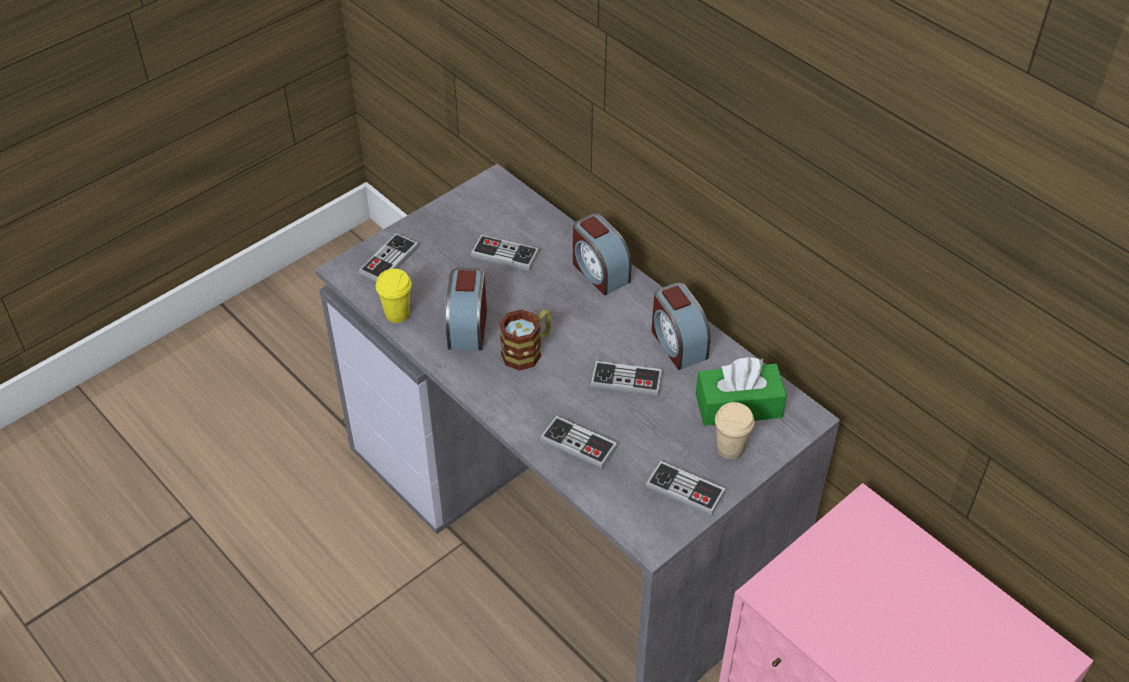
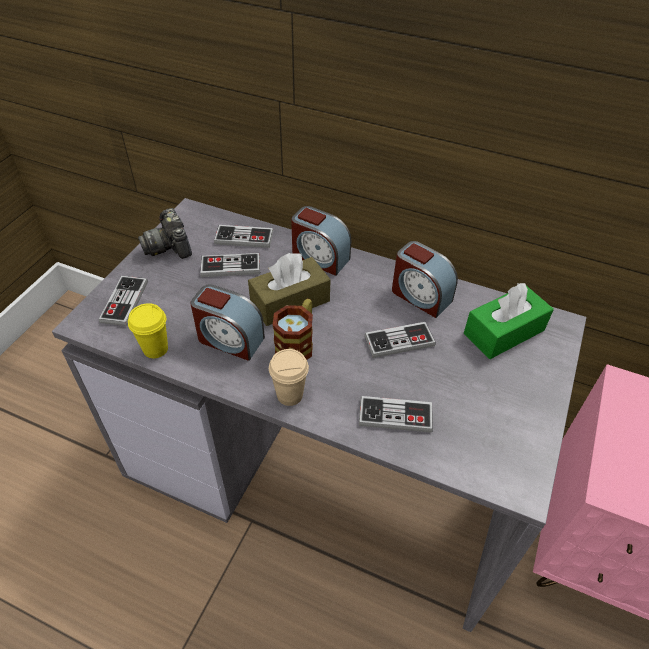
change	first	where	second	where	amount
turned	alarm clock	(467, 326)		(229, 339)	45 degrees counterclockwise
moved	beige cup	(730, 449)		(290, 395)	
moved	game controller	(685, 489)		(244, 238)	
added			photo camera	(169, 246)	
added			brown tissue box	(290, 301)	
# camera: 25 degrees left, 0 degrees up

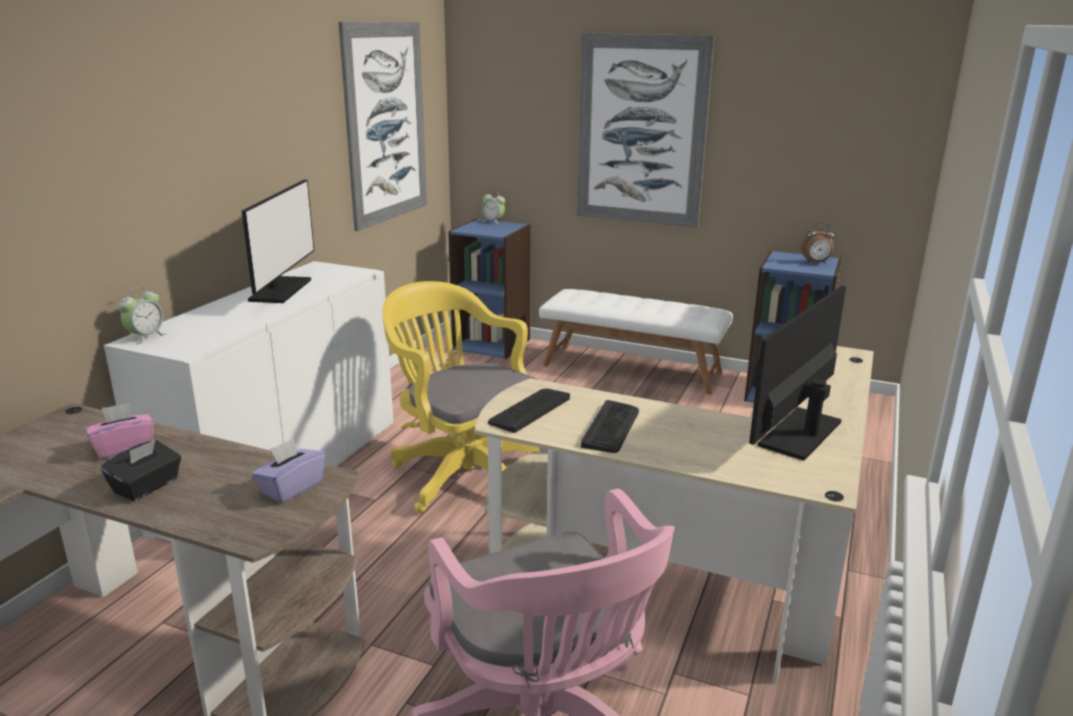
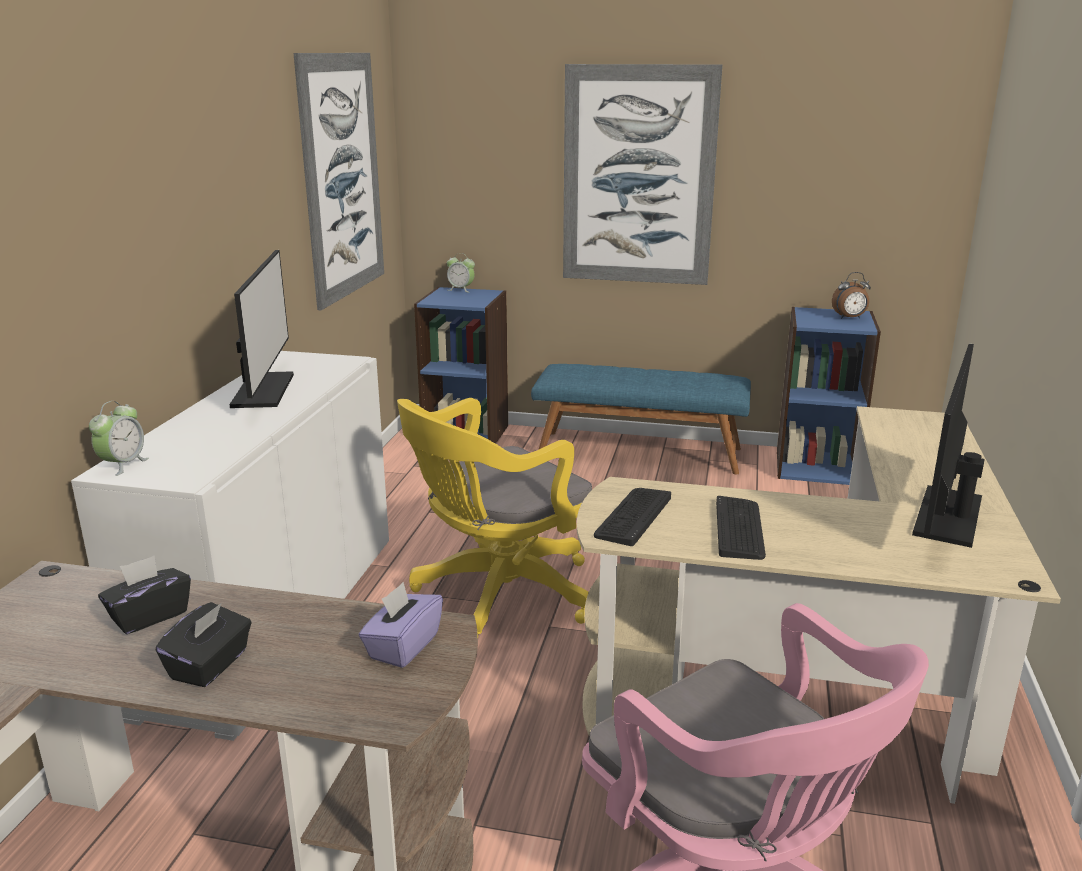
change	first	where	second	where	amount
turned	yellow office chair	(463, 473)		(497, 595)	75 degrees counterclockwise
recoloured	white bench	(632, 369)	blue bench	(639, 451)	
recoloured	pink tissue box	(124, 448)	black tissue box	(149, 616)	
# camera: 10 degrees left, 0 degrees up

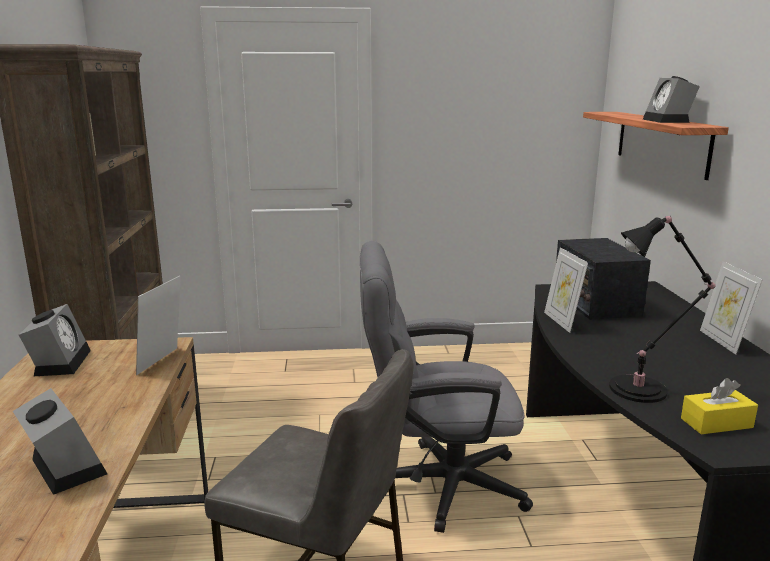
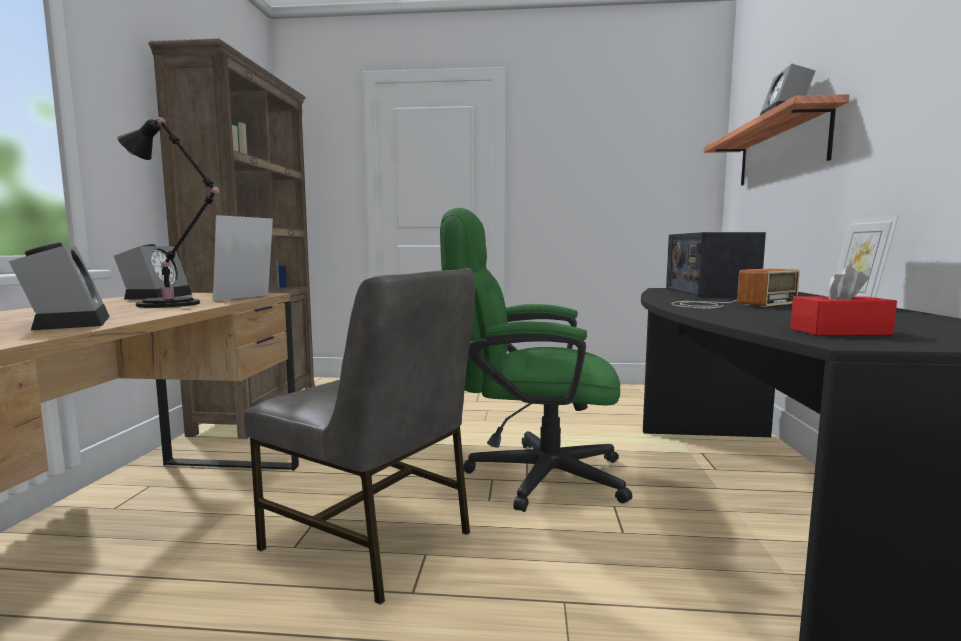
change	first	where	second	where	amount
moved	black table lamp	(642, 389)		(173, 304)	
recoloured	grey office chair	(436, 484)	green office chair	(530, 474)	
removed	picture frame	(562, 321)			
recoloured	yellow tissue box	(716, 423)	red tissue box	(839, 332)	
added			radio	(728, 304)	
# camera: 10 degrees right, 10 degrees down

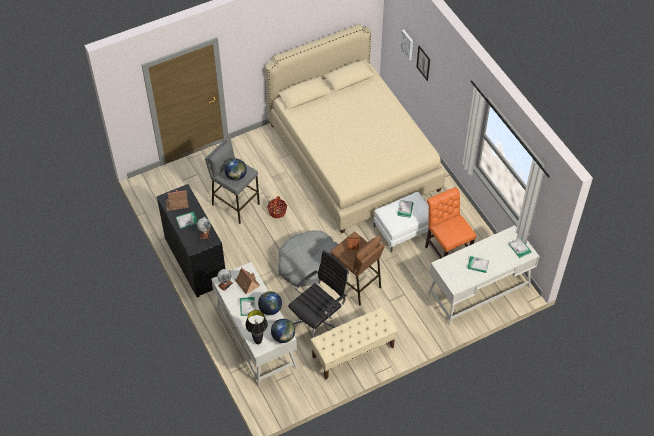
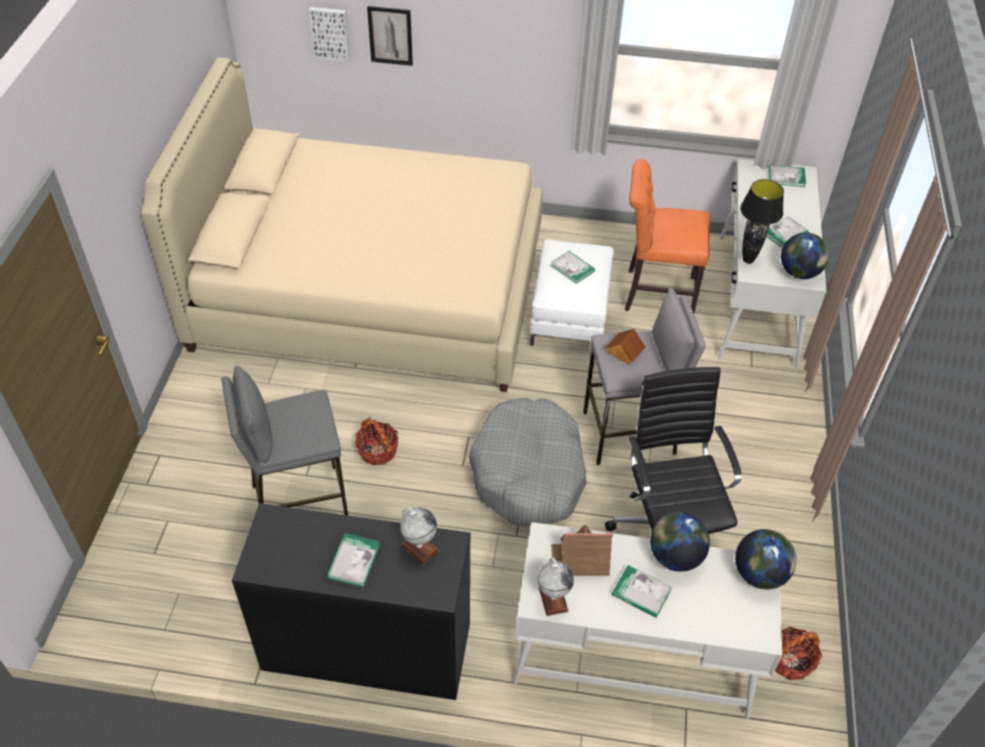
change	first	where	second	where	amount
moved	globe	(236, 176)		(799, 272)	
removed	toy house	(177, 203)			
recoloured	brown stool	(356, 285)	grey stool	(629, 434)	
removed	beige bench	(353, 352)			
moved	black table lamp	(258, 342)		(748, 260)	
added			basket	(790, 660)	
# camera: 55 degrees left, 5 degrees down

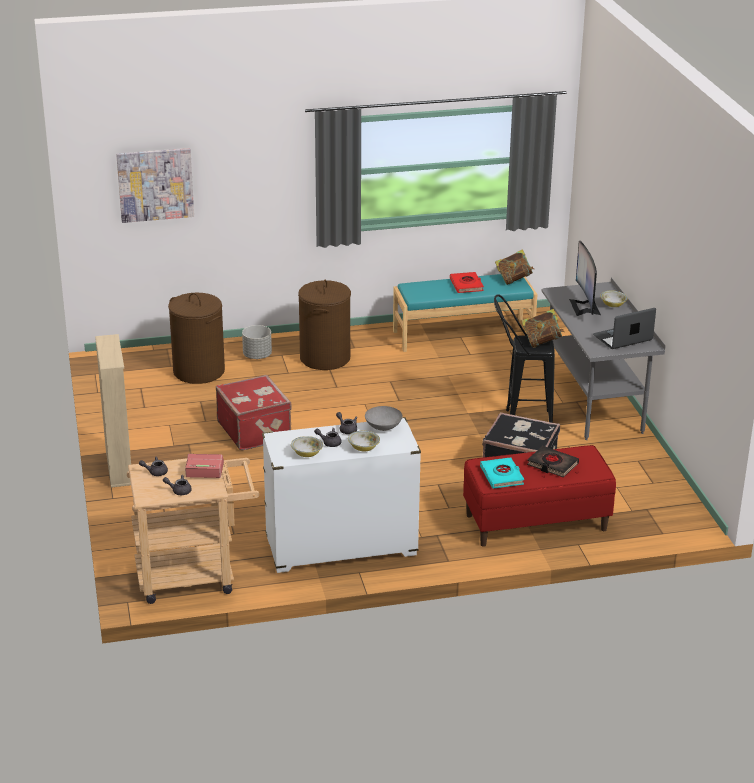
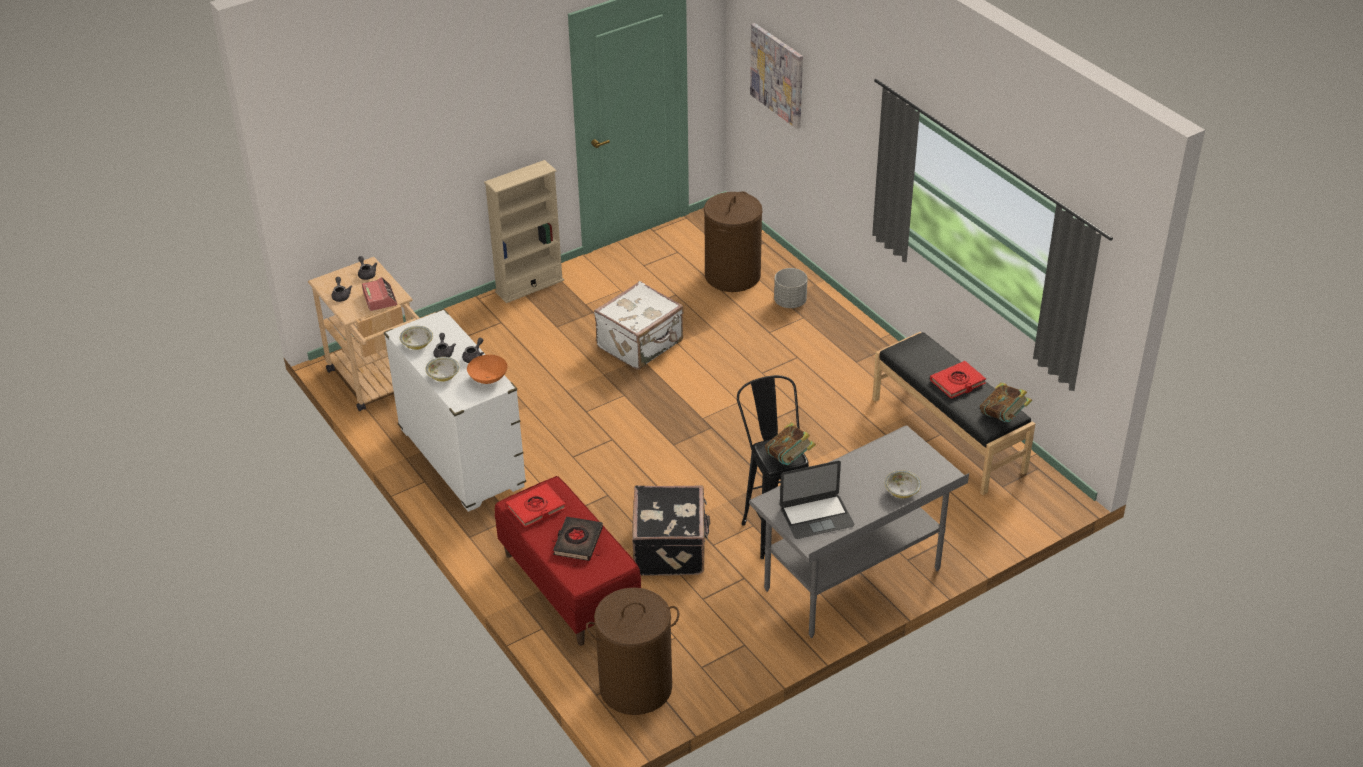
change	first	where	second	where	amount
removed	monitor	(585, 307)			
recoloured	turquoise bench	(463, 334)	black bench	(948, 434)	
moved	brown laundry basket	(325, 358)		(635, 687)	
turned	laptop	(622, 338)		(816, 516)	120 degrees clockwise
recoloured	red suitcase	(255, 430)	white suitcase	(641, 344)	
recoloured	grey bowl	(383, 427)	orange bowl	(489, 379)	
recoloured	turquoise book	(502, 476)	red book	(536, 508)	
# camera: 70 degrees right, 10 degrees up

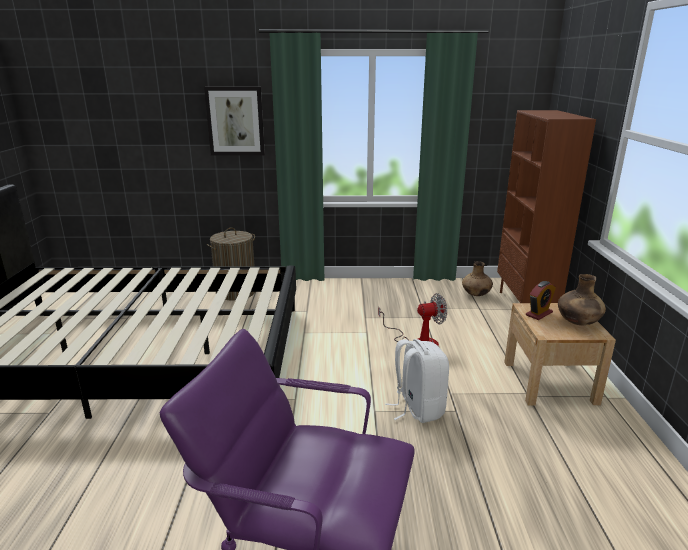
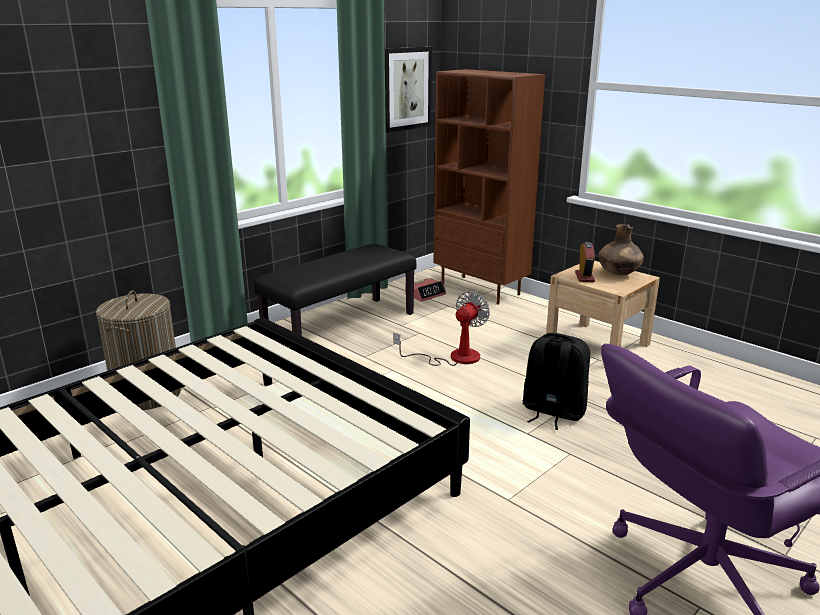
change	first	where	second	where	amount
moved	picture	(235, 121)		(406, 89)	
replaced	brown vase	(476, 294)	alarm clock	(425, 294)	
recoloured	white backpack	(417, 408)	black backpack	(552, 412)	
added			black bench	(340, 327)	
# camera: 45 degrees left, 0 degrees up

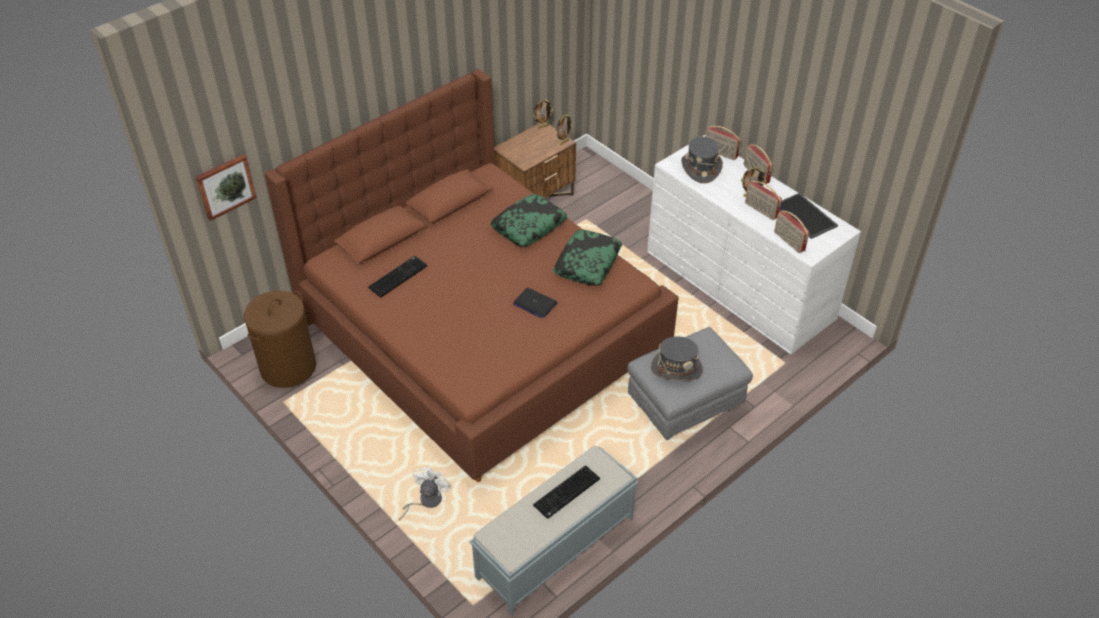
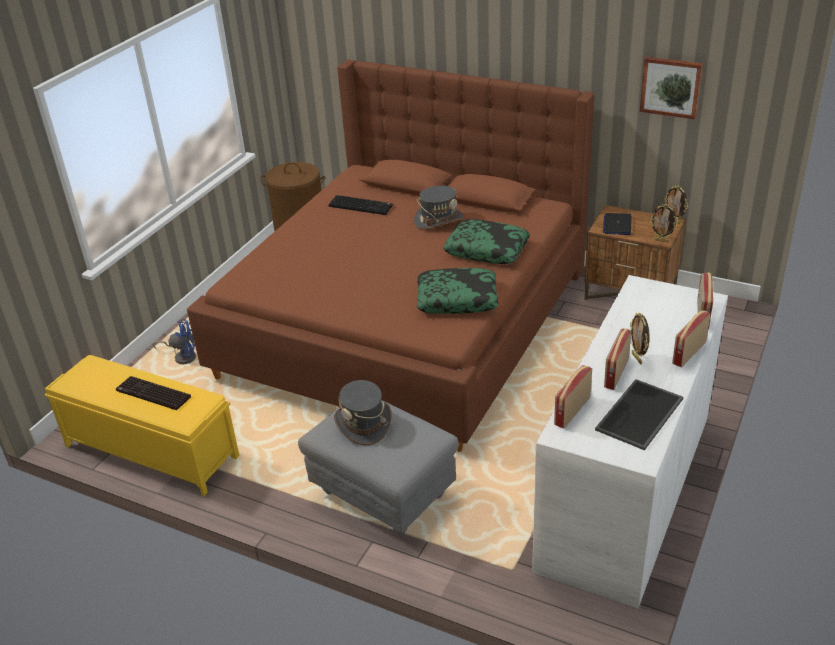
change	first	where	second	where	amount
moved	grey hat	(700, 168)		(438, 220)	
moved	picture	(225, 186)		(671, 87)	
moved	laptop	(535, 304)		(617, 225)	
recoloured	grey bench	(554, 548)	yellow bench	(150, 451)	
recoloured	white fan	(426, 501)	blue fan	(182, 356)	
# camera: 70 degrees right, 10 degrees down

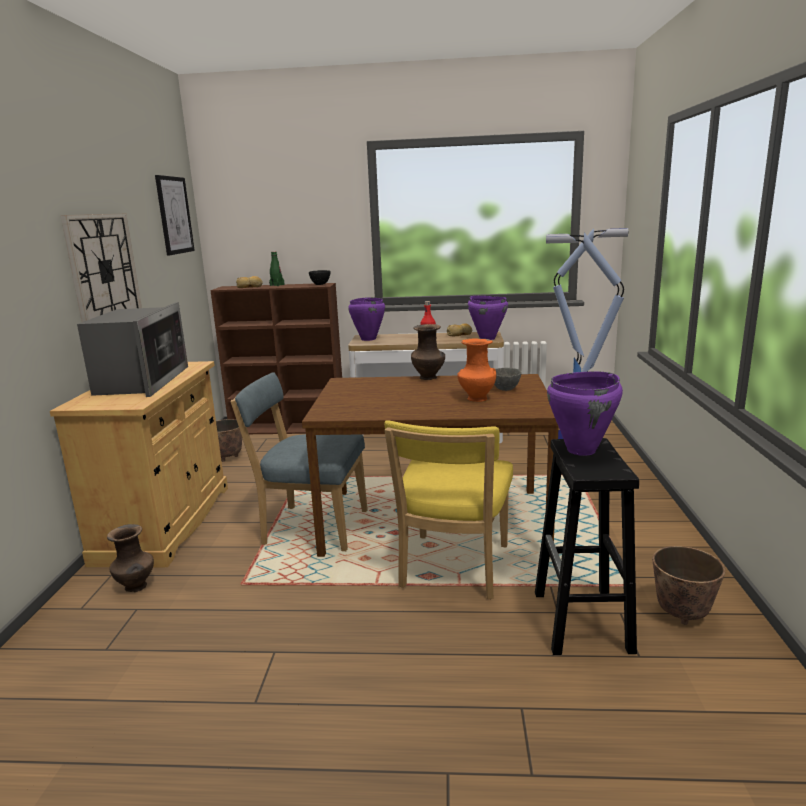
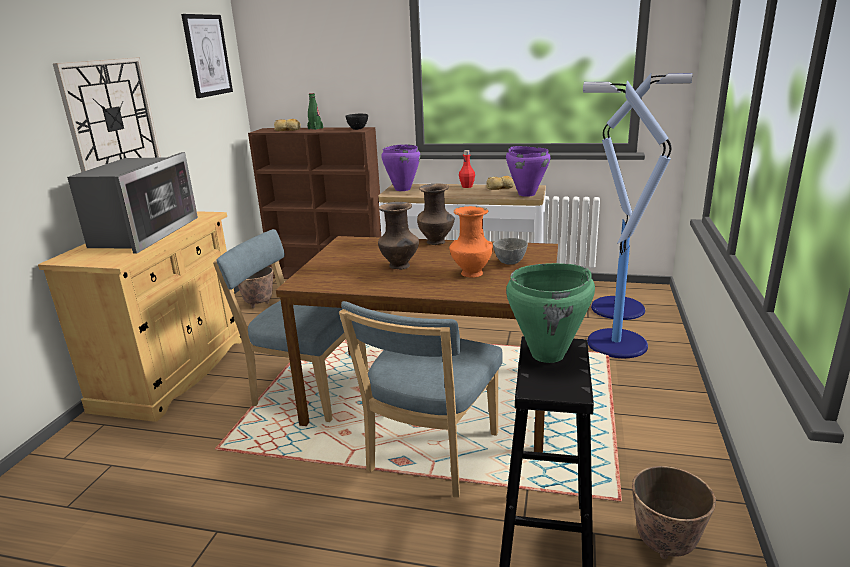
change	first	where	second	where	amount
recoloured	purple cooking pot	(582, 450)	green cooking pot	(548, 355)	
recoloured	yellow chair	(452, 569)	blue chair	(430, 456)	
moved	brown vase	(136, 587)		(400, 266)	
# camera: 10 degrees right, 5 degrees up

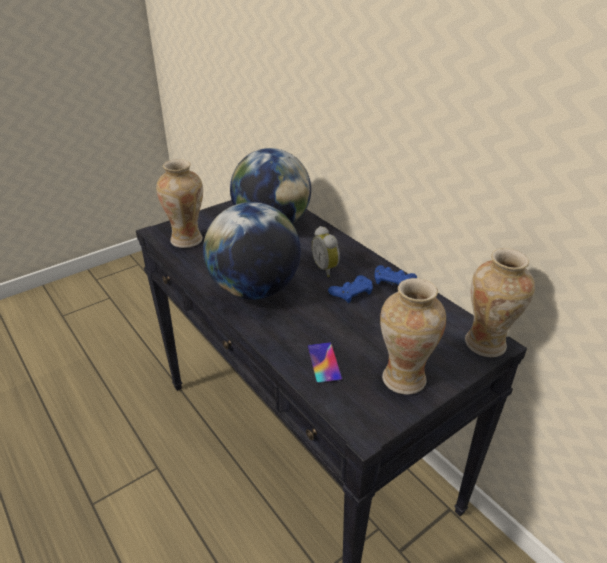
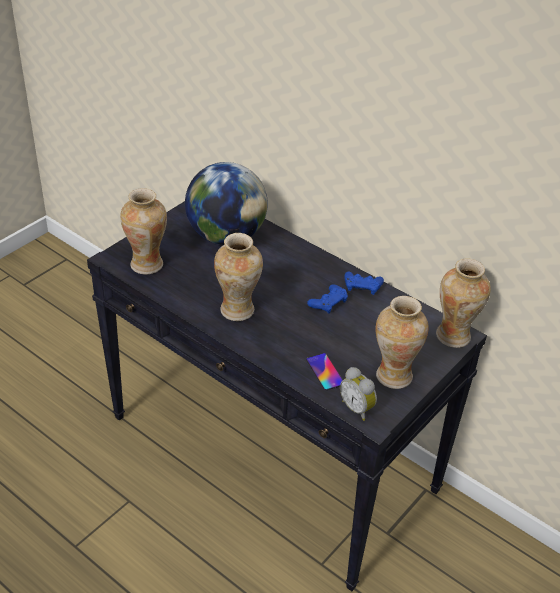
change	first	where	second	where	amount
replaced	globe	(254, 289)	vase	(238, 311)	
moved	alarm clock	(326, 268)		(357, 408)	
# camera: 15 degrees left, 5 degrees up

